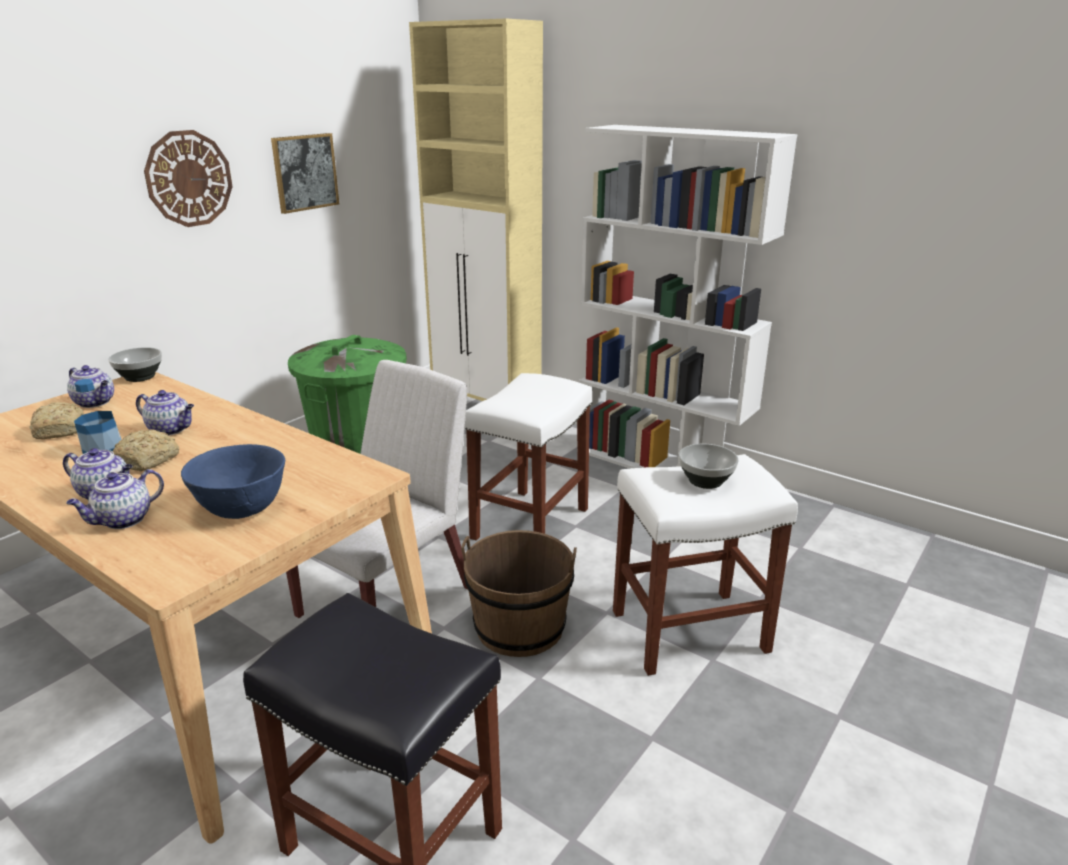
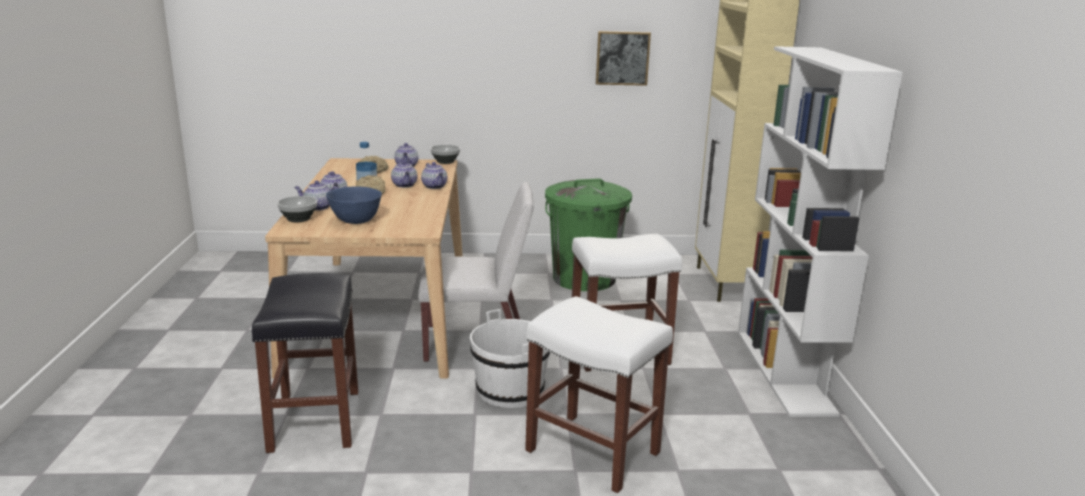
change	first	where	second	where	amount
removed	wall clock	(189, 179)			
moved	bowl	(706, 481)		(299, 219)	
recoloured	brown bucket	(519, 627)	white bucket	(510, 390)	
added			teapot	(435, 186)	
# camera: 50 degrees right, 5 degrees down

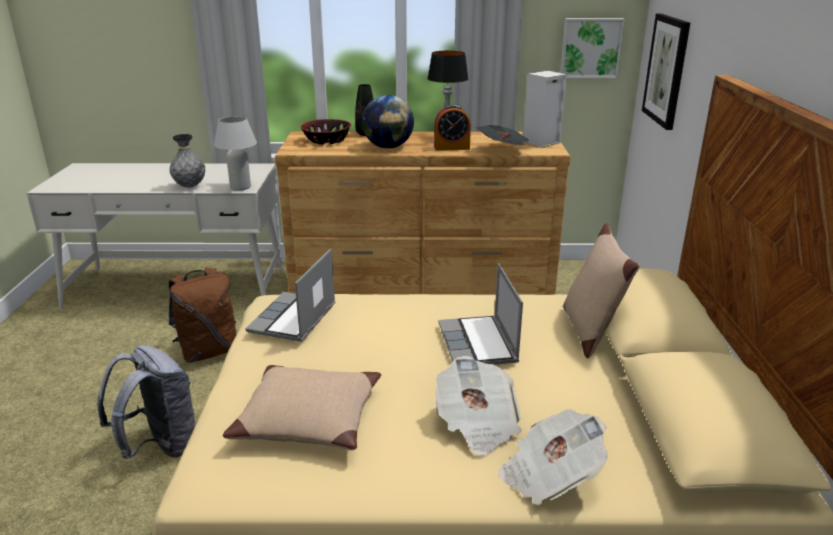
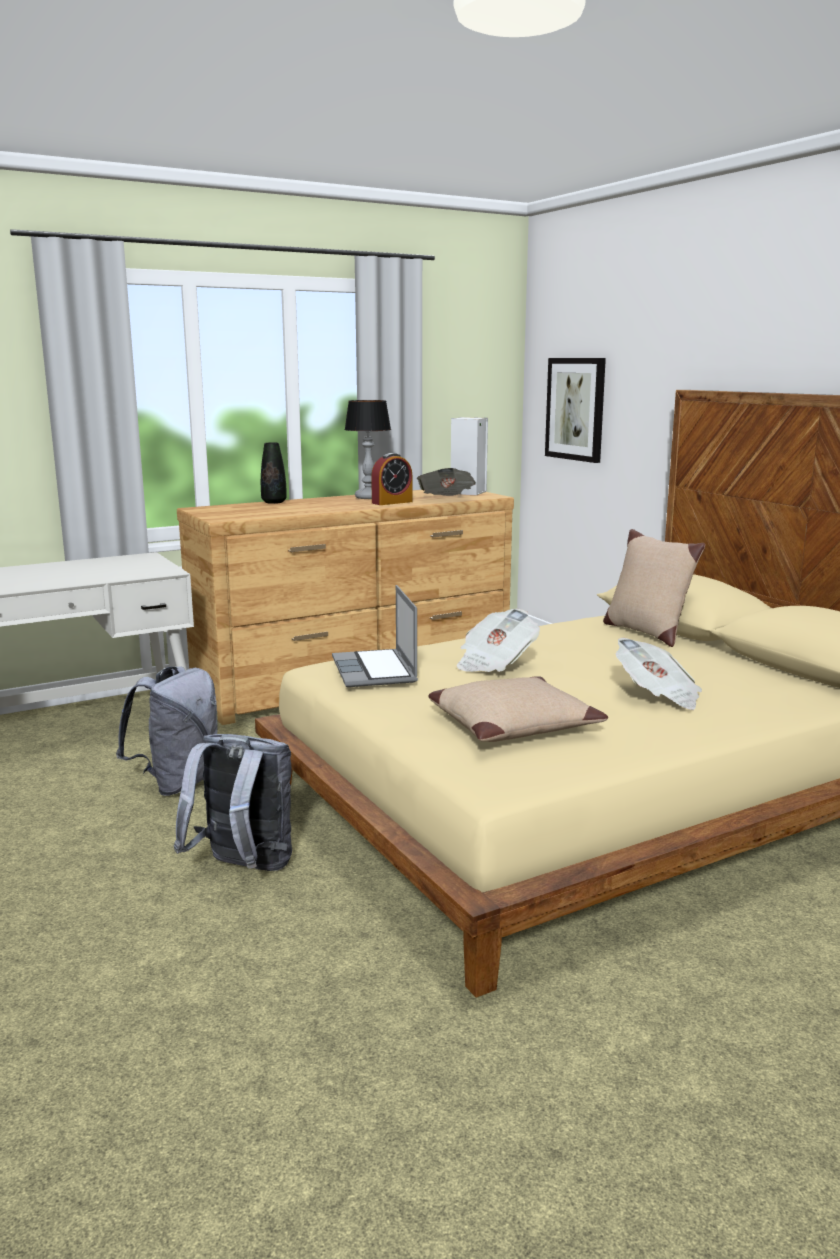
change	first	where	second	where	amount
removed	picture	(590, 48)			
removed	globe	(388, 147)			
removed	white table lamp	(240, 187)			
removed	bowl	(326, 141)			
removed	grey vase	(190, 186)			
removed	laptop	(478, 344)			
recoloured	brown backpack	(208, 351)	grey backpack	(178, 783)	
moved	newspaper	(549, 476)		(494, 663)	
# camera: 30 degrees left, 10 degrees down

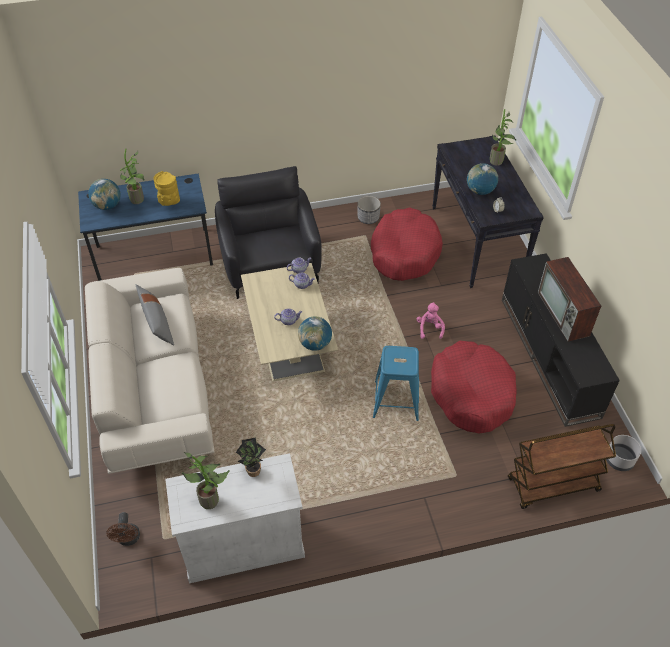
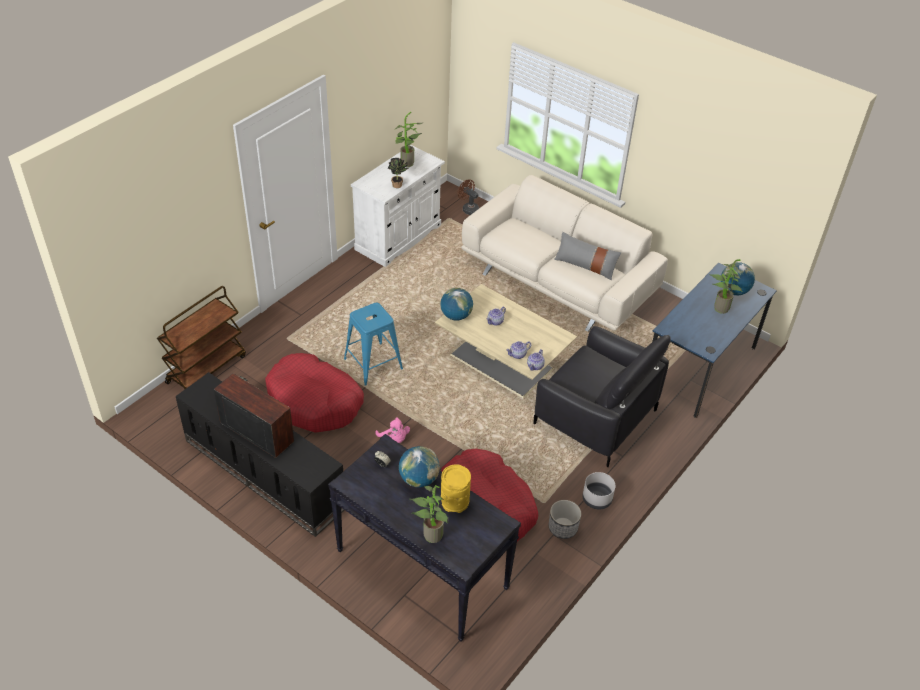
change	first	where	second	where	amount
moved	yellow vase	(169, 201)		(455, 501)	
moved	grey planter	(619, 460)		(596, 498)	
# camera: 140 degrees right, 5 degrees down

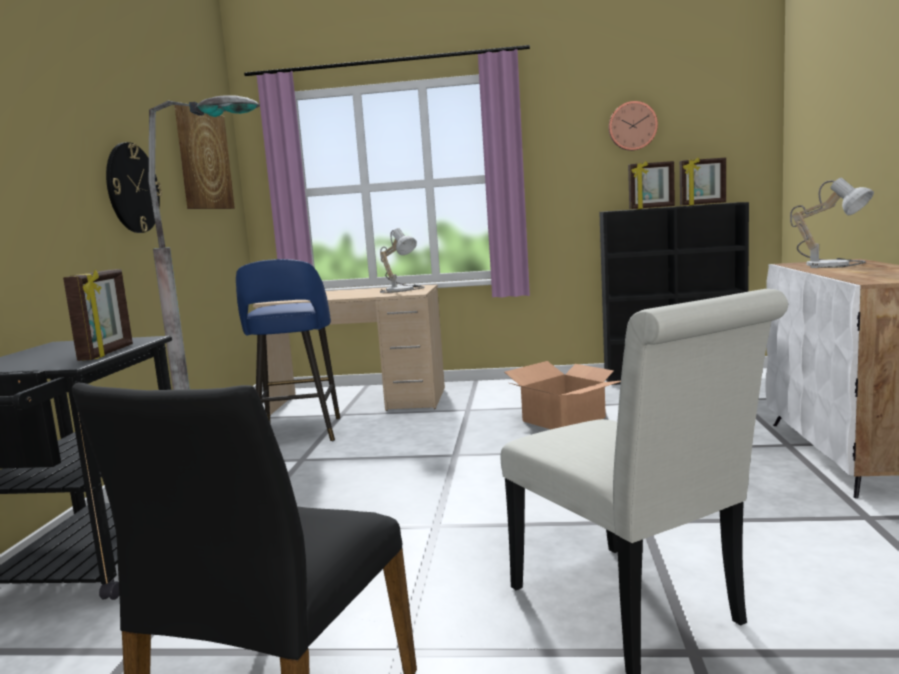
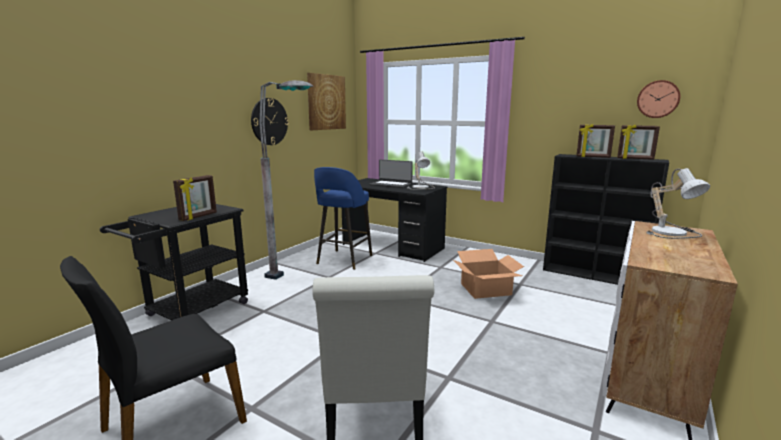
change	first	where	second	where	amount
moved	wall clock	(632, 126)		(658, 99)	
recoloured	beige desk	(360, 401)	black desk	(392, 247)	
added			laptop	(391, 184)	
# camera: 25 degrees right, 5 degrees up

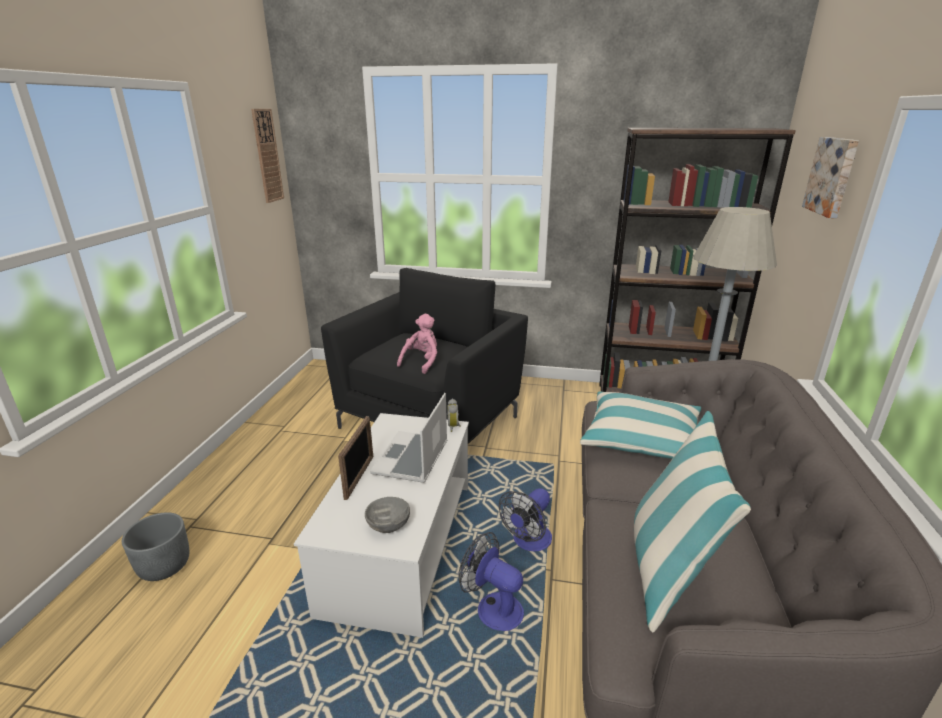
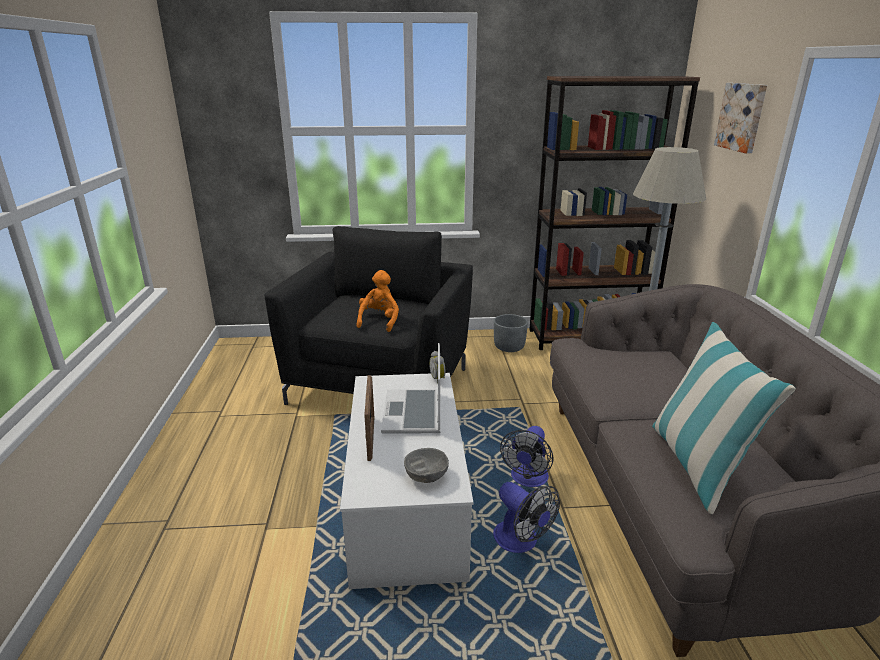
change	first	where	second	where	amount
removed	wall clock	(267, 156)			
recoloured	pink plush toy	(421, 362)	orange plush toy	(379, 321)	
removed	pillow	(641, 439)			
moved	grey planter	(164, 566)		(509, 347)	
turned	fan	(492, 607)		(521, 541)	150 degrees counterclockwise
# camera: 15 degrees left, 0 degrees up

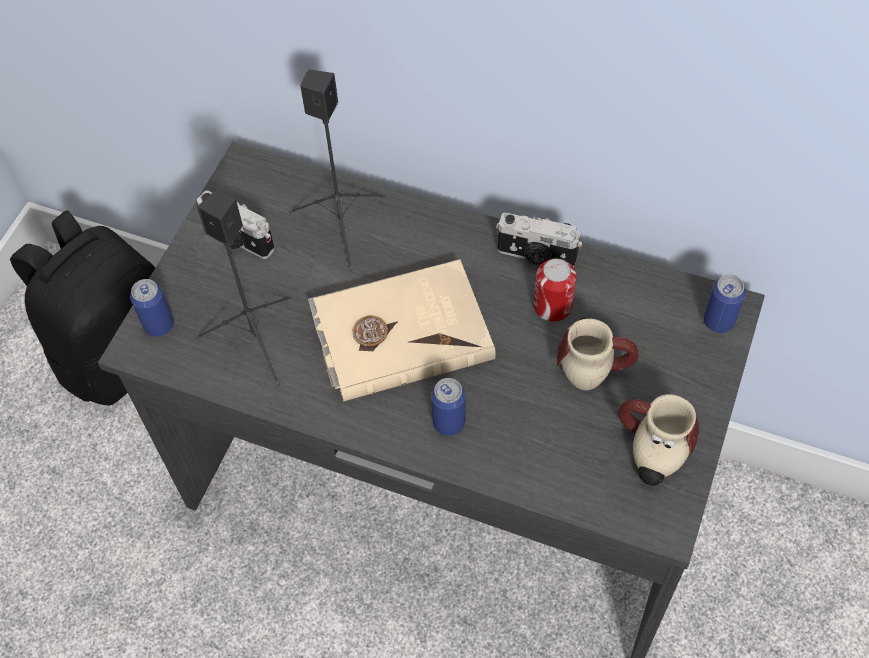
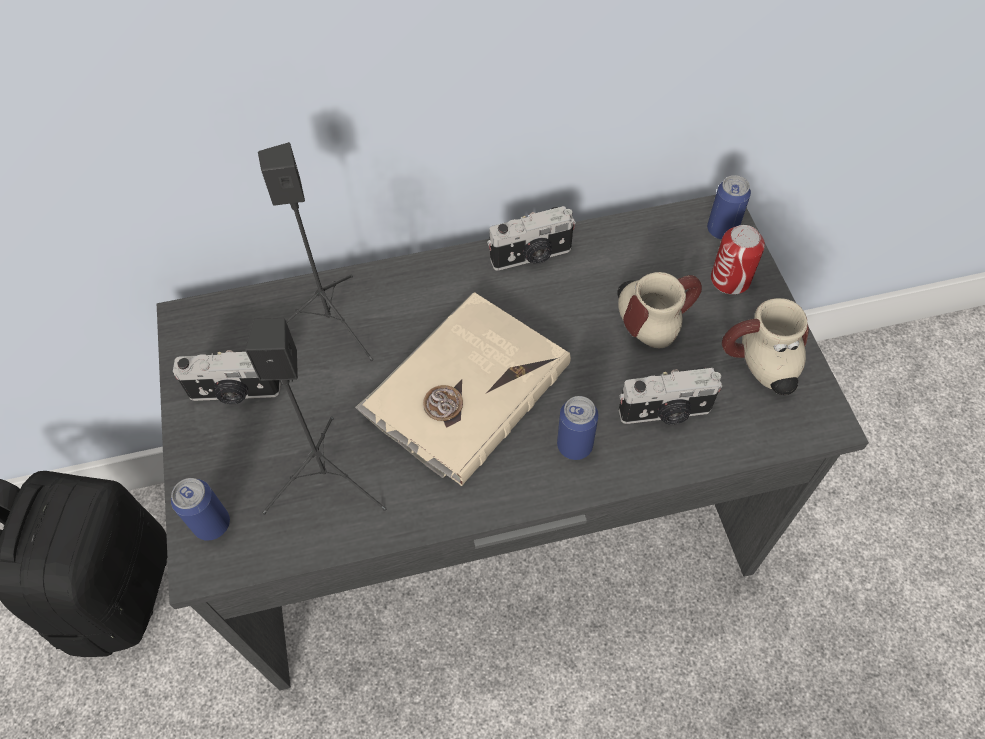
change	first	where	second	where	amount
moved	can	(552, 306)		(730, 279)	
added			photo camera	(665, 413)	
# camera: 35 degrees left, 0 degrees up

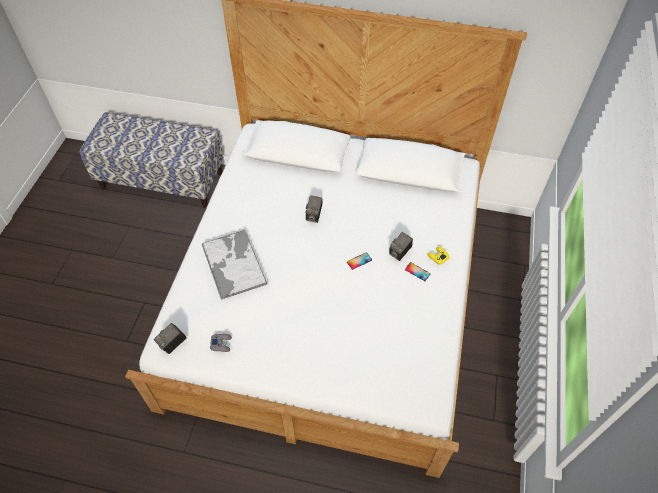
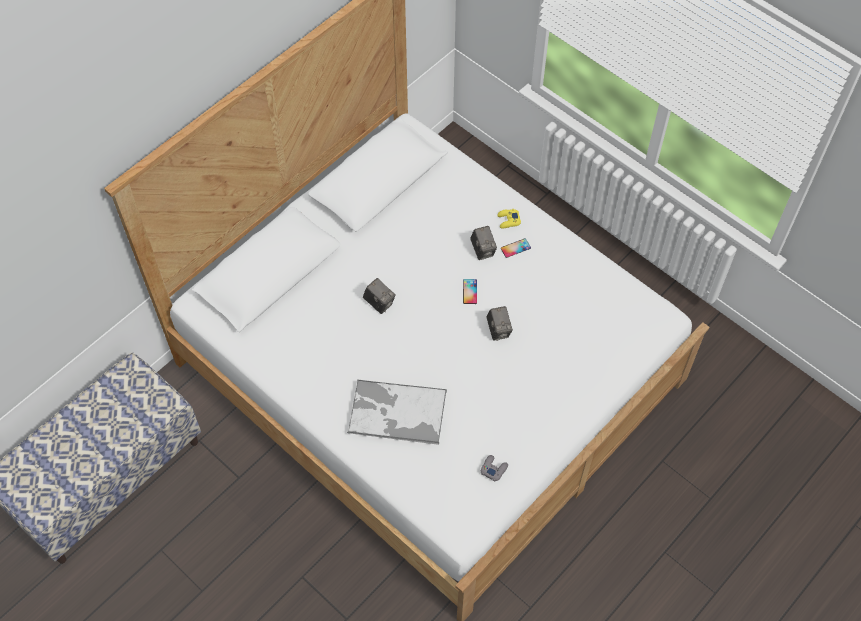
change	first	where	second	where	amount
moved	photo camera	(173, 344)		(498, 330)	
# camera: 60 degrees left, 5 degrees up

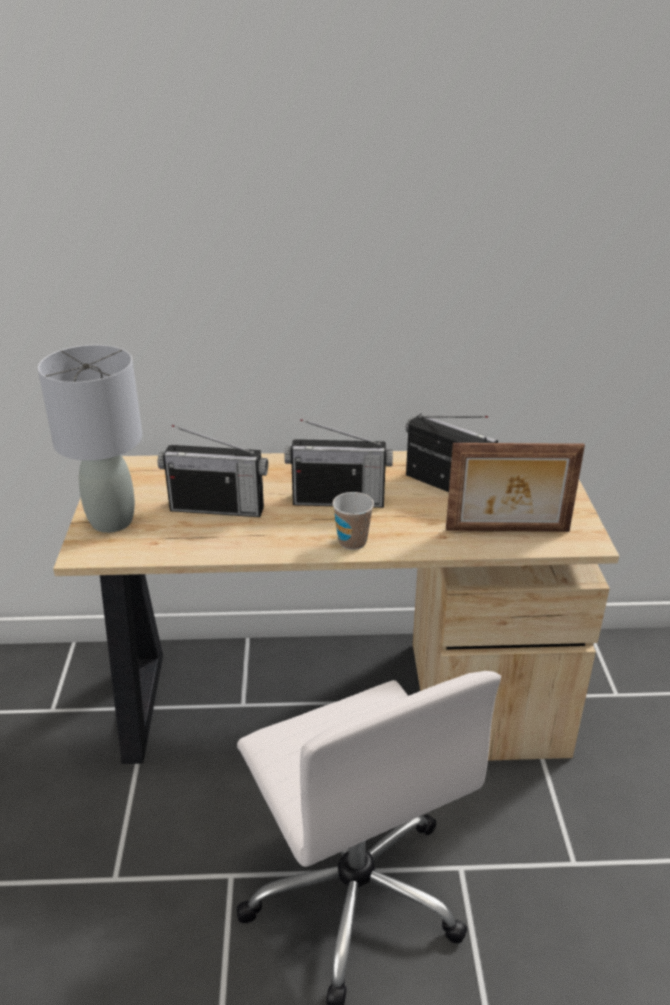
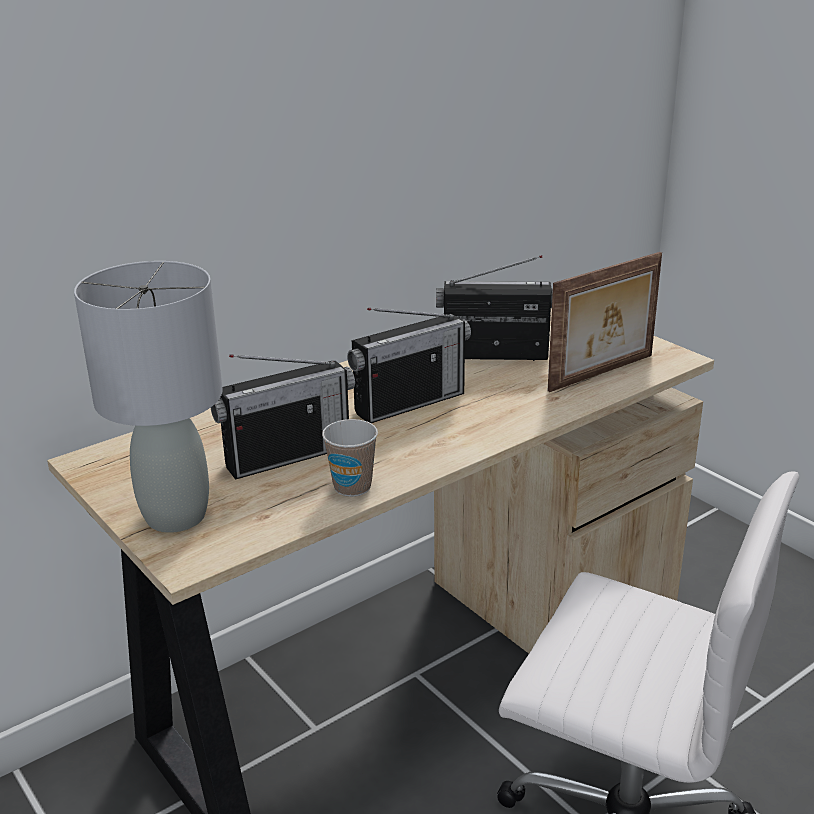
change	first	where	second	where	amount
moved	cup	(352, 542)		(352, 487)	
# camera: 35 degrees left, 5 degrees down

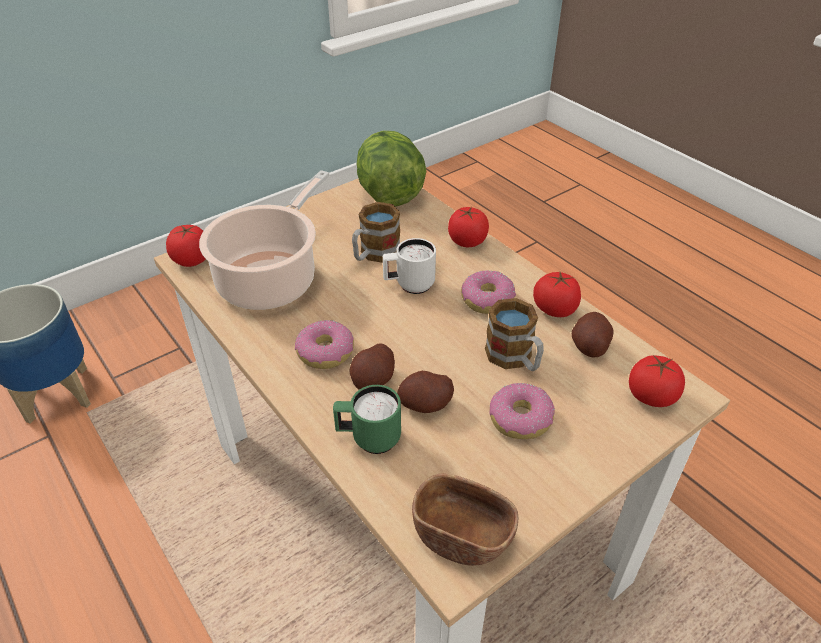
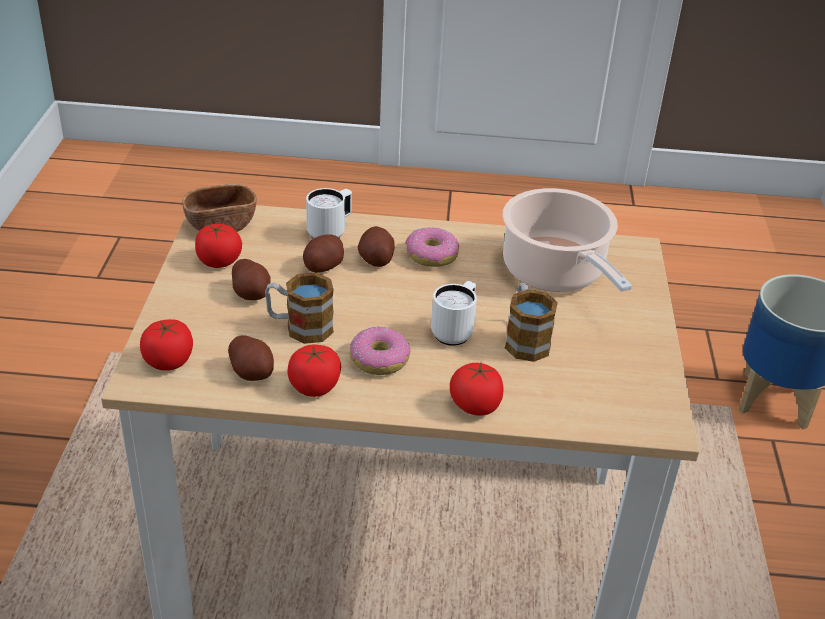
change	first	where	second	where	amount
removed	lettuce	(389, 194)			
moved	tomato	(192, 260)		(219, 261)	
replaced	donut	(520, 418)	potato	(251, 293)	
recoloured	green mug	(369, 439)	white mug	(330, 233)	
# camera: 130 degrees right, 5 degrees down

